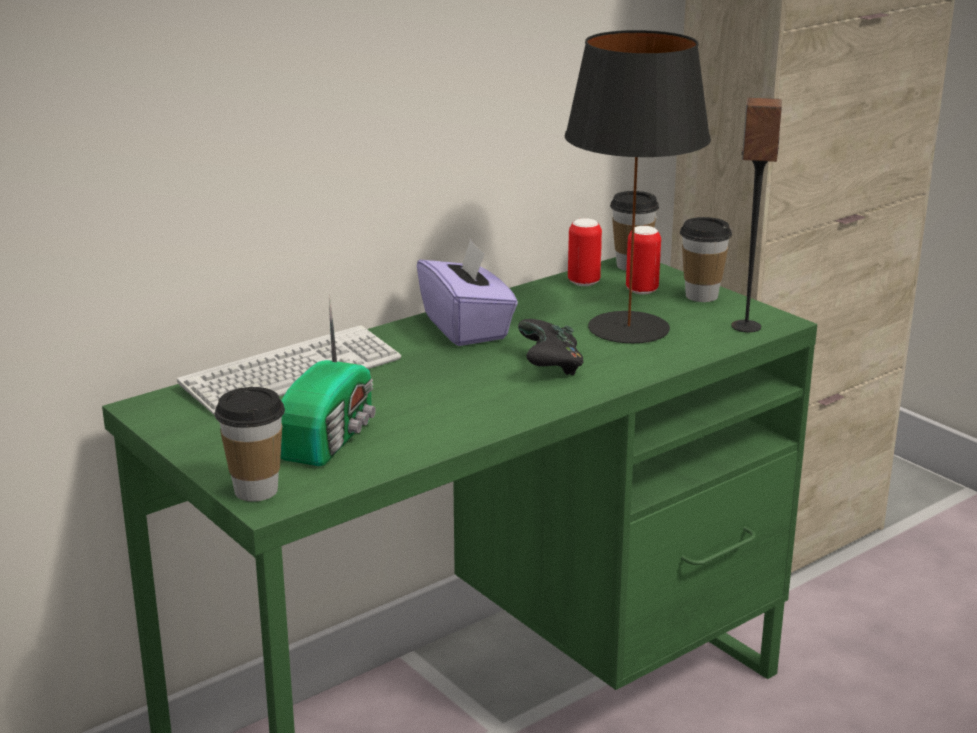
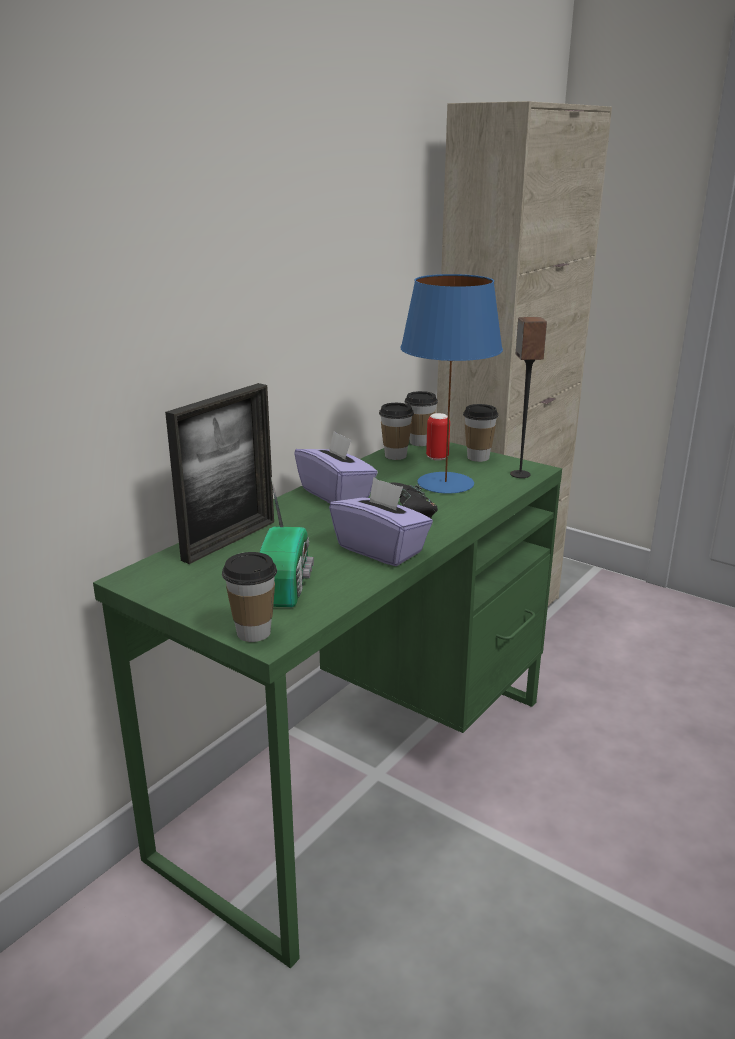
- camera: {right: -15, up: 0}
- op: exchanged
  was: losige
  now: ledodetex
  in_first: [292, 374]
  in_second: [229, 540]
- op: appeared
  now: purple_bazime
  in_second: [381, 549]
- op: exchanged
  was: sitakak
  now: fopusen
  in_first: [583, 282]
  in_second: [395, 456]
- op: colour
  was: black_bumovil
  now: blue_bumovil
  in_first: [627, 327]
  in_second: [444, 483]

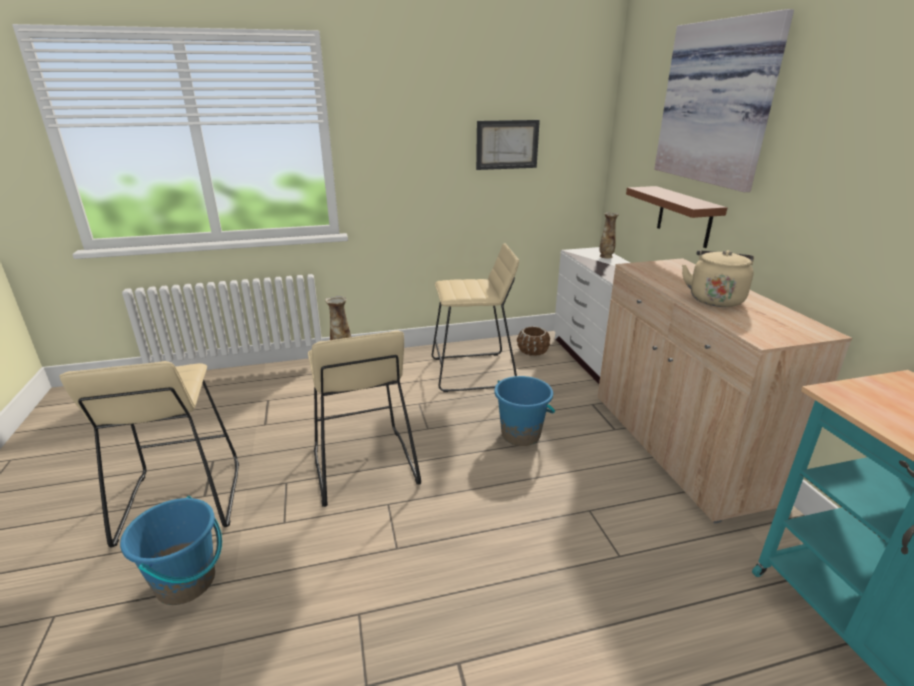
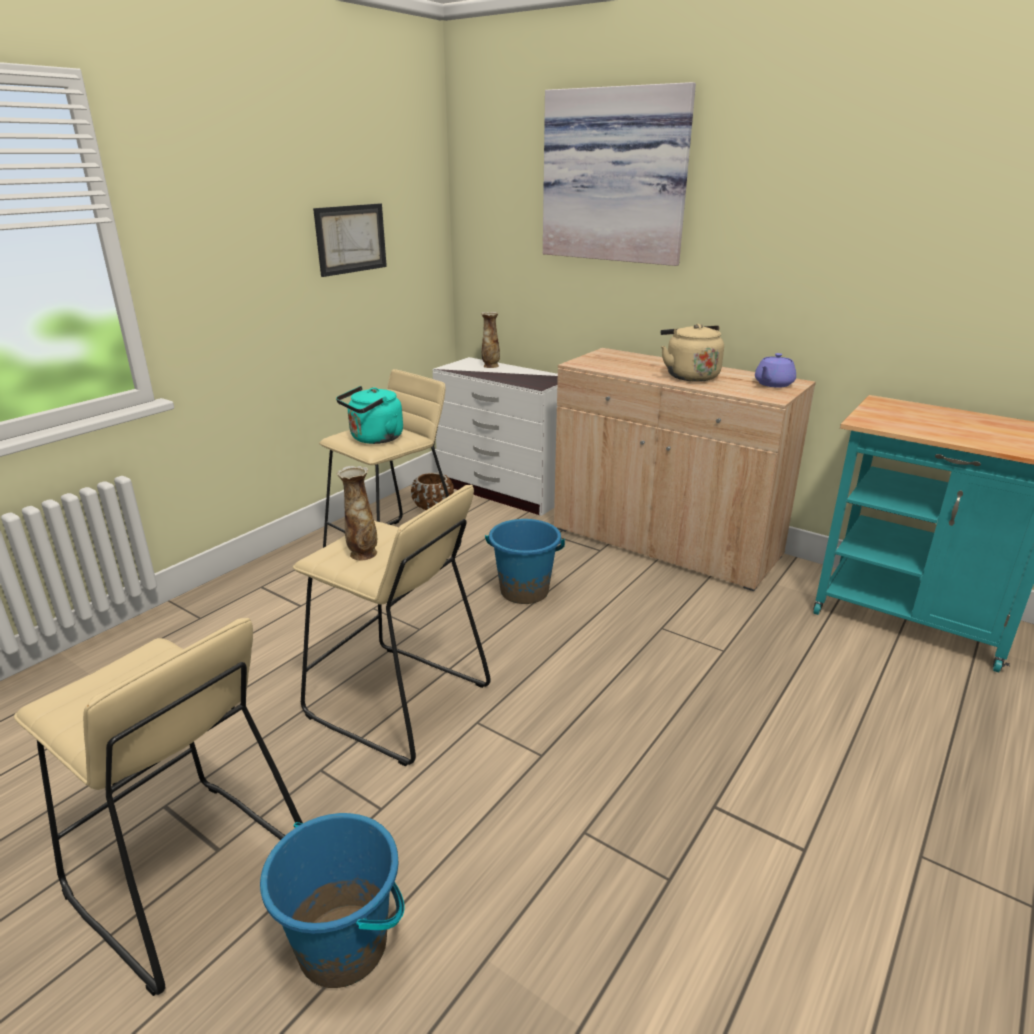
- camera: {right: -40, up: 0}
- op: appeared
  now: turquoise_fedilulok
  in_second: [374, 439]
- op: appeared
  now: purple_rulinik
  in_second: [773, 384]
- op: missing
  was: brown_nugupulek
  in_first: [684, 216]

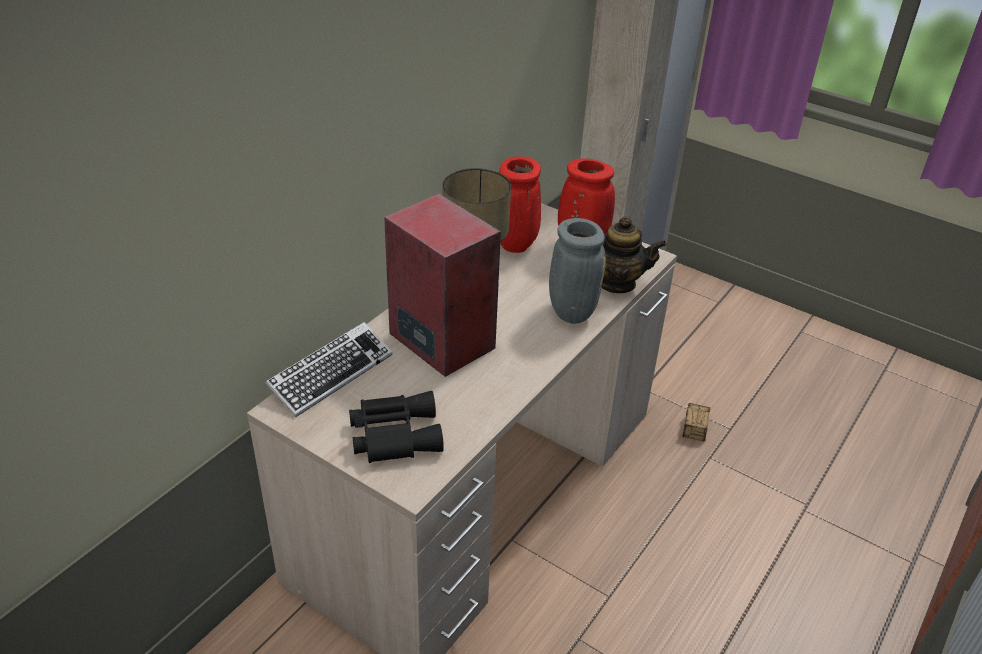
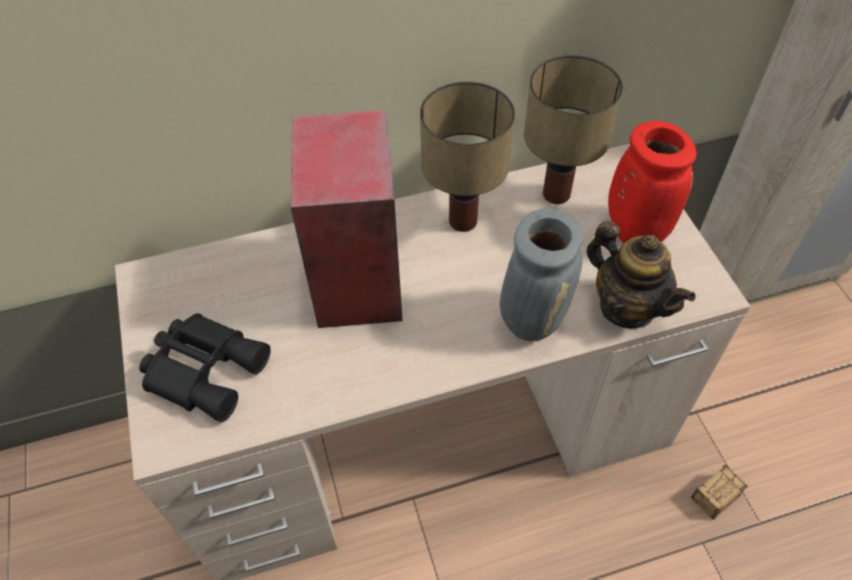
- camera: {right: 40, up: 15}
- op: exchanged
  was: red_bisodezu
  now: bumovil
  in_first: [516, 245]
  in_second: [556, 195]
- op: missing
  was: losige
  in_first: [331, 374]

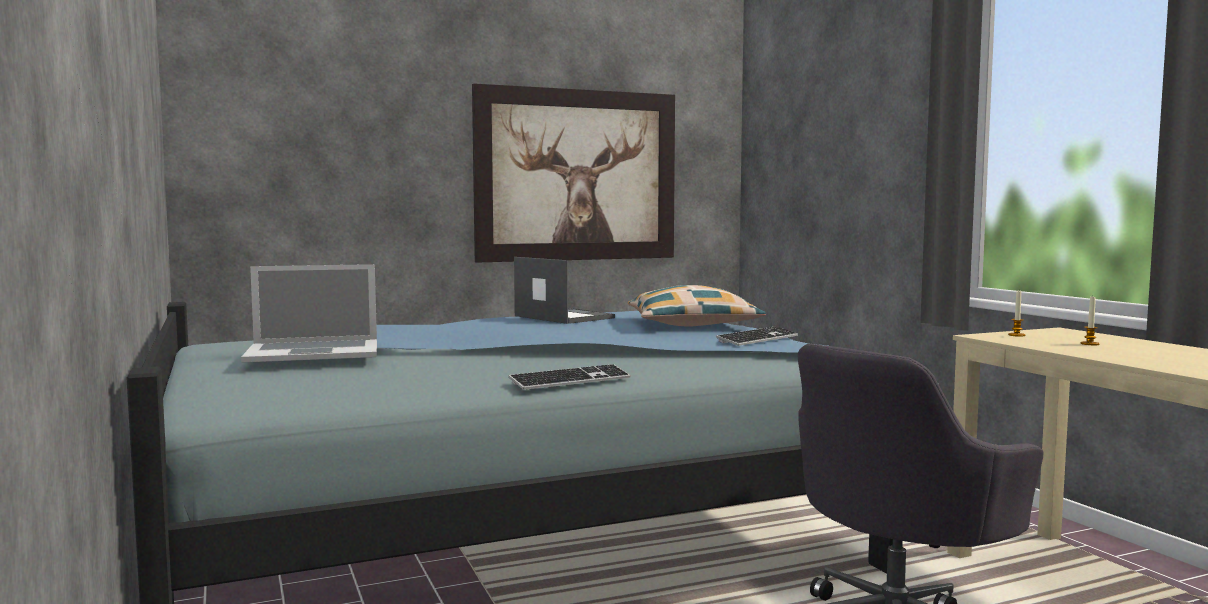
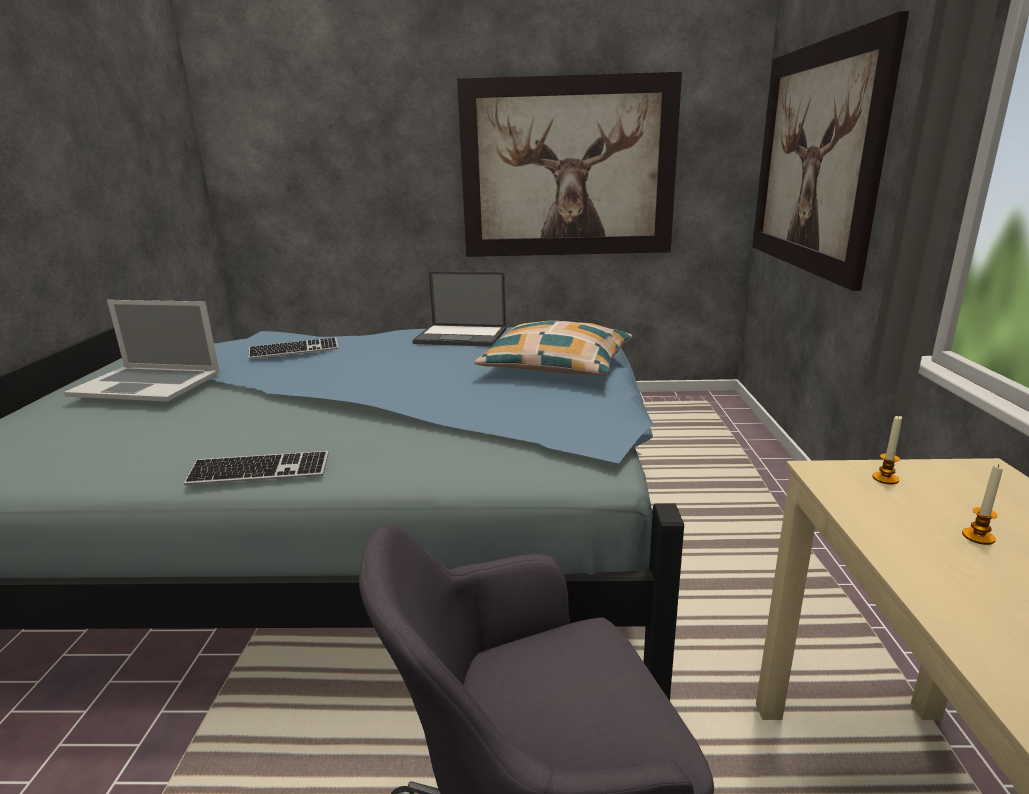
- camera: {right: 25, up: 15}
- op: relocated
  was: losige
  in_first: [757, 339]
  in_second: [294, 350]
- op: spun
  was: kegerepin
  in_first: [562, 317]
  in_second: [462, 336]
  clockwise: 120
- op: appeared
  now: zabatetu
  in_second: [814, 159]

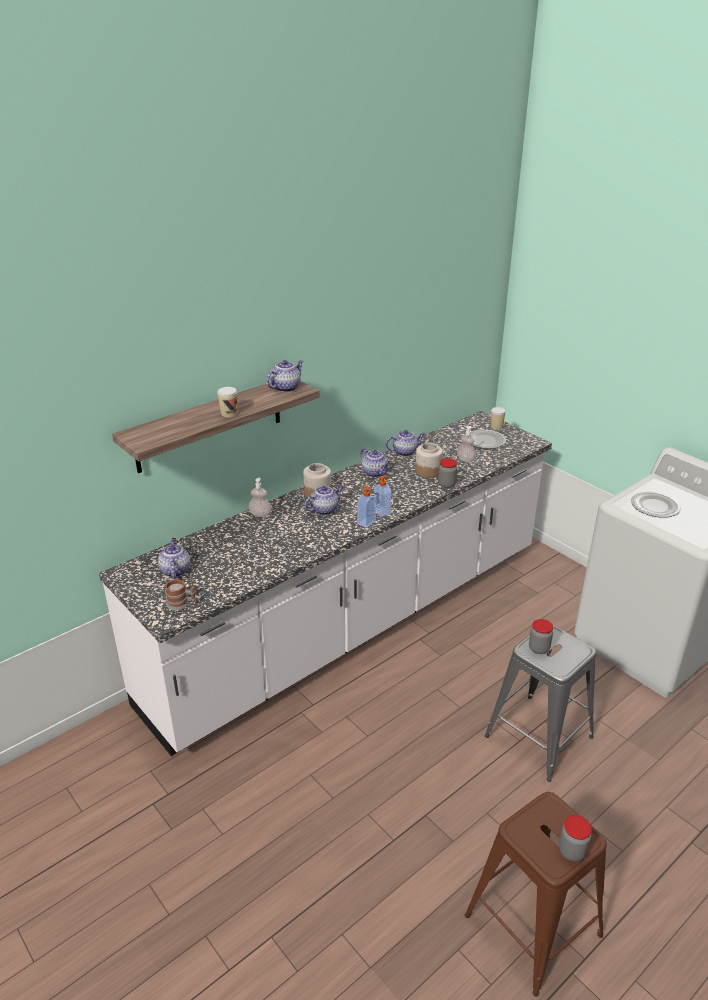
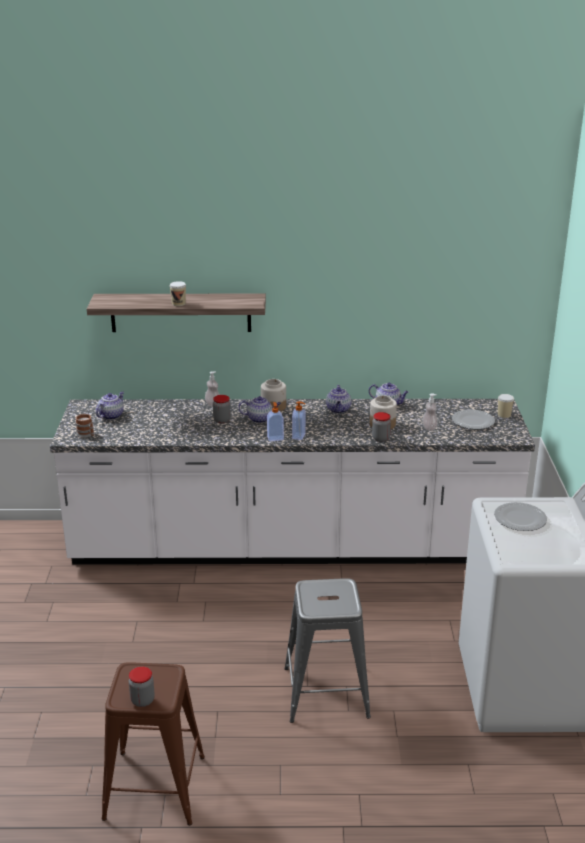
- camera: {right: 40, up: -5}
- op: relocated
  was: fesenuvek
  in_first: [539, 648]
  in_second: [222, 420]
- op: missing
  was: rulinik
  in_first: [286, 387]

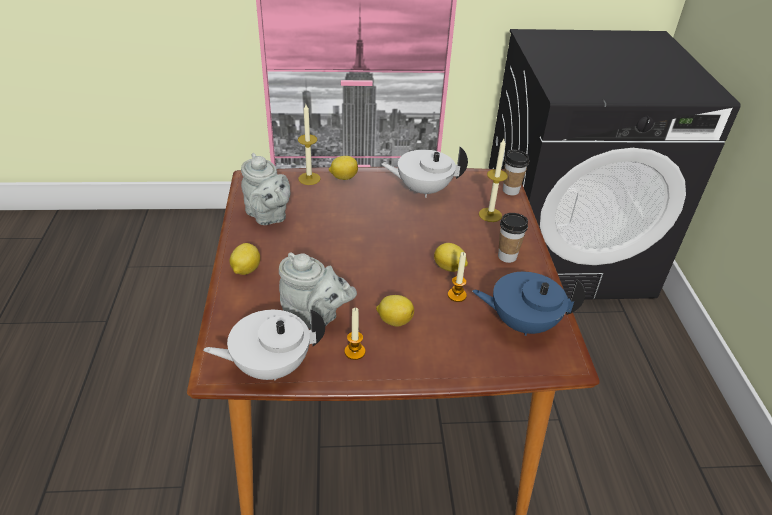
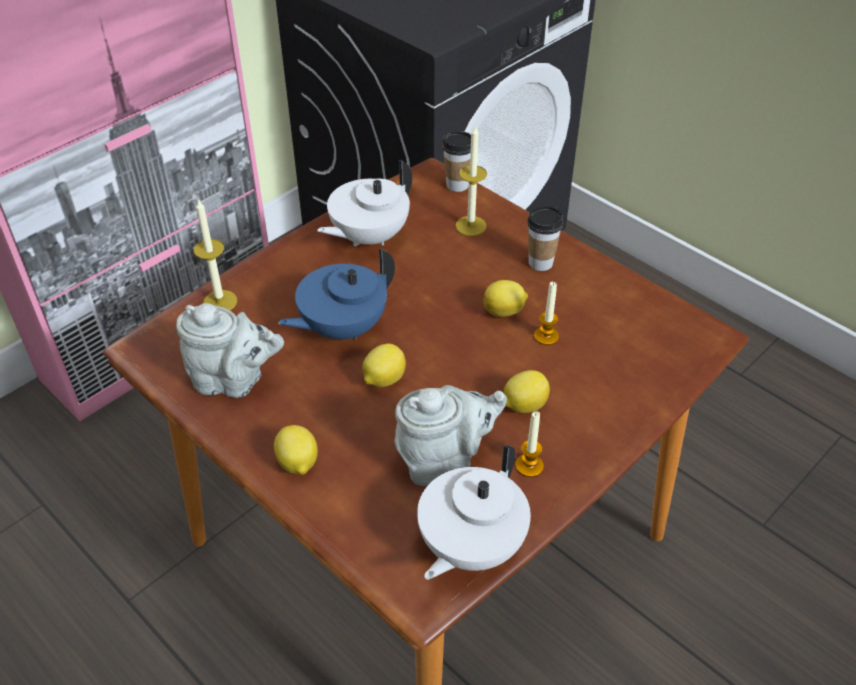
- camera: {right: -40, up: 5}
- op: relocated
  was: blue_rulinik
  in_first: [522, 322]
  in_second: [342, 328]
- op: relocated
  was: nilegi
  in_first: [343, 177]
  in_second: [383, 379]

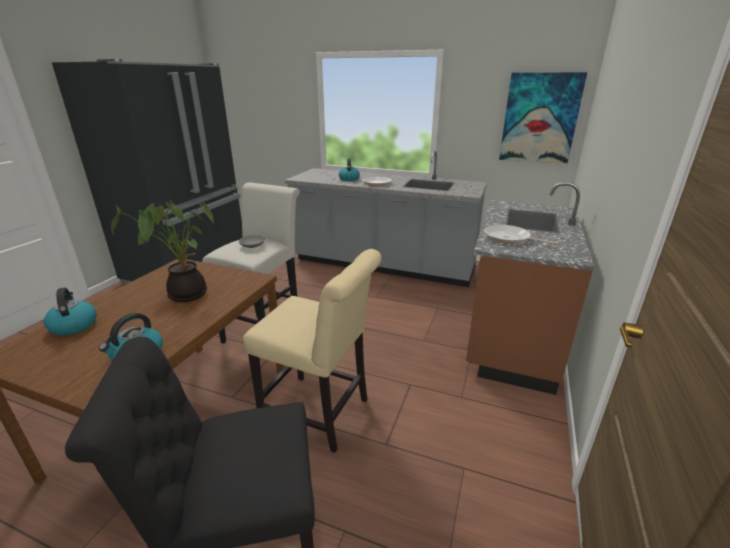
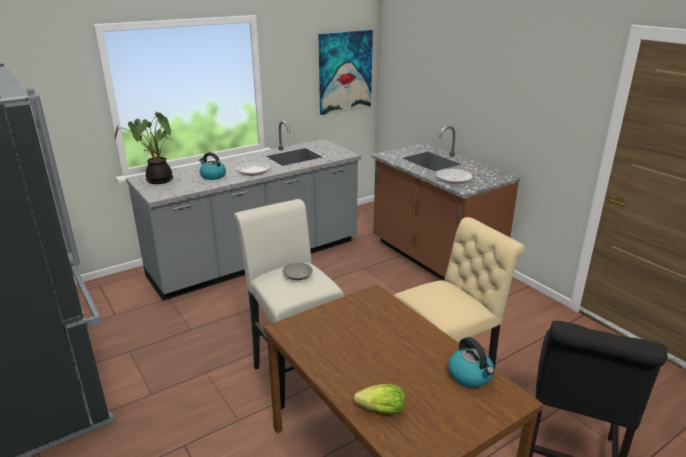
- camera: {right: -55, up: 0}
- op: relocated
  was: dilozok
  in_first: [185, 293]
  in_second: [157, 180]
- op: exchanged
  was: fedilulok
  now: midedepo
  in_first: [73, 325]
  in_second: [378, 410]

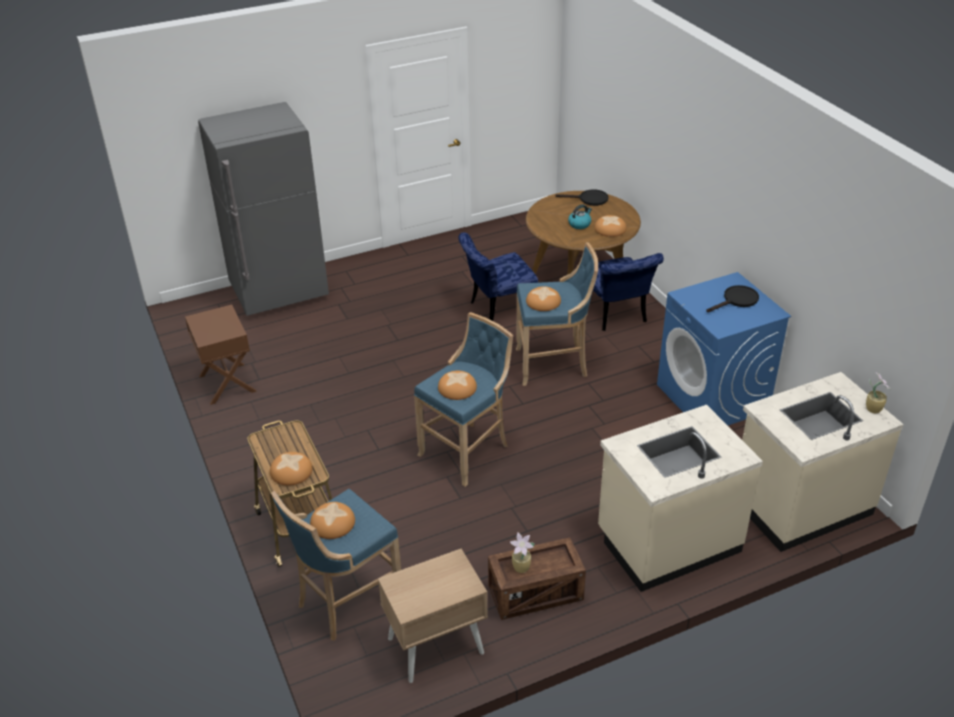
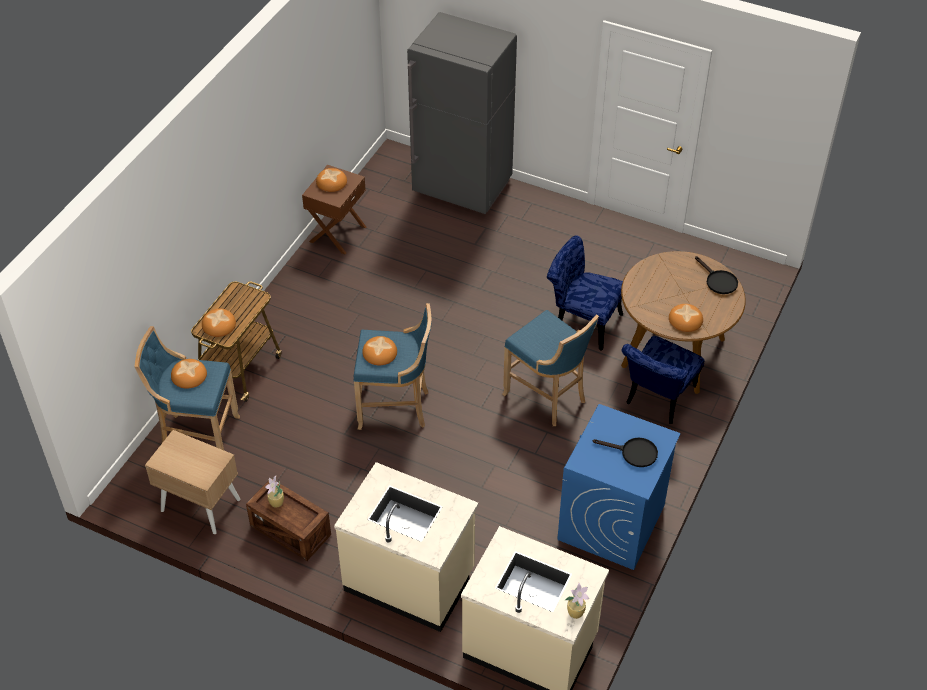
- camera: {right: 50, up: 10}
- op: relocated
  was: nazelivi
  in_first: [543, 301]
  in_second: [332, 182]
- op: missing
  was: fedilulok
  in_first: [579, 224]

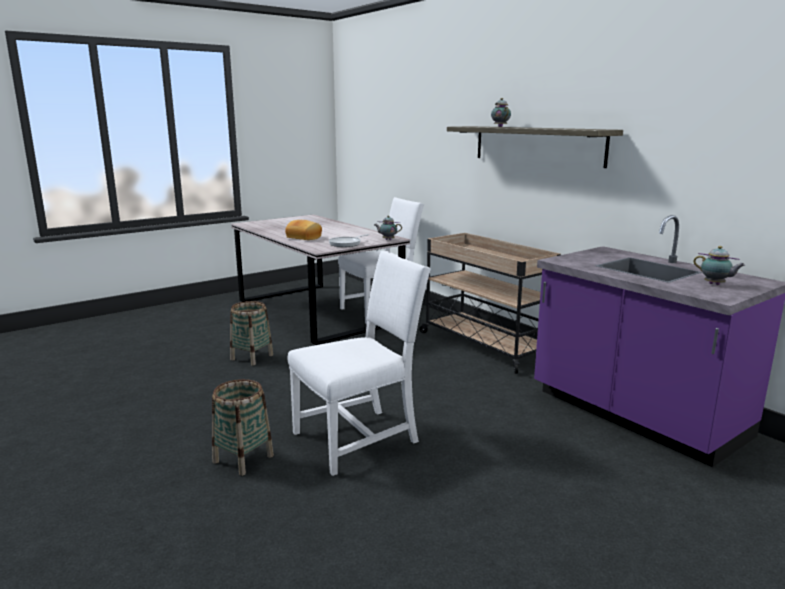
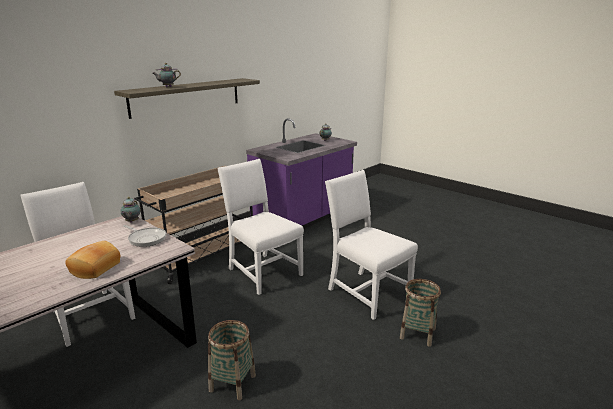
- camera: {right: -100, up: 5}
- op: appeared
  now: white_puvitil
  in_second: [262, 271]

